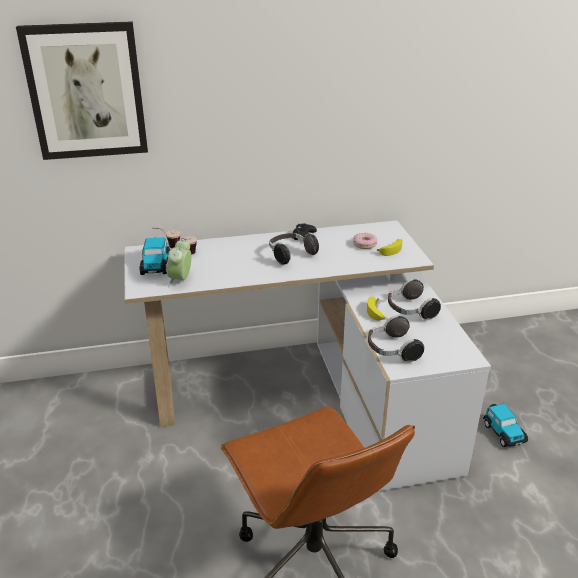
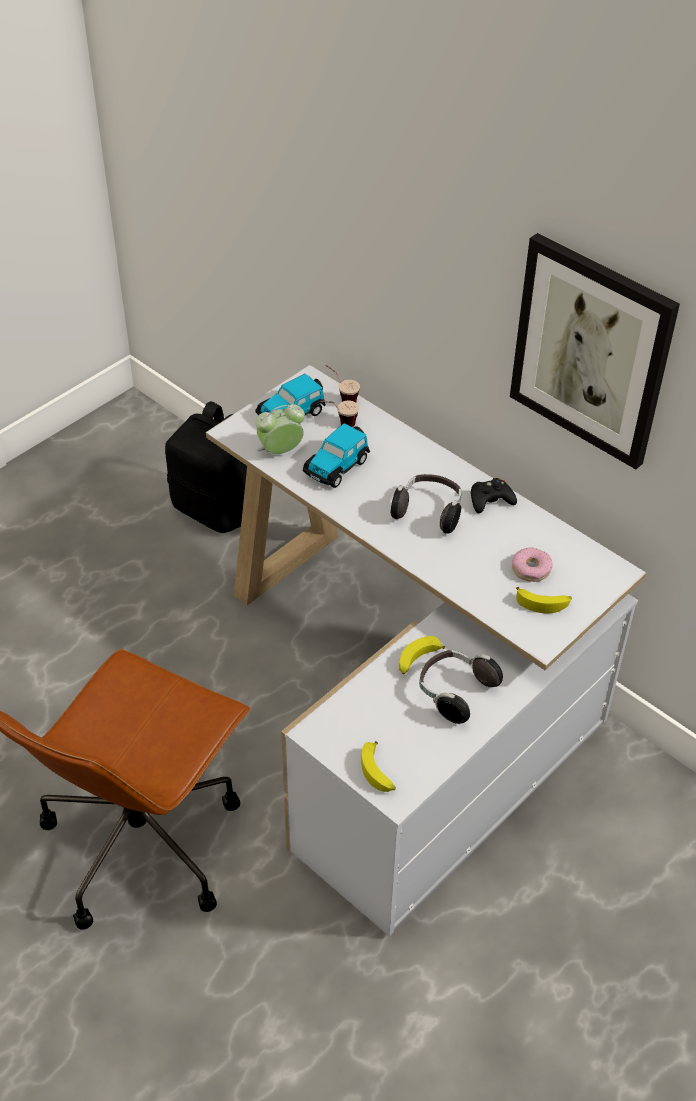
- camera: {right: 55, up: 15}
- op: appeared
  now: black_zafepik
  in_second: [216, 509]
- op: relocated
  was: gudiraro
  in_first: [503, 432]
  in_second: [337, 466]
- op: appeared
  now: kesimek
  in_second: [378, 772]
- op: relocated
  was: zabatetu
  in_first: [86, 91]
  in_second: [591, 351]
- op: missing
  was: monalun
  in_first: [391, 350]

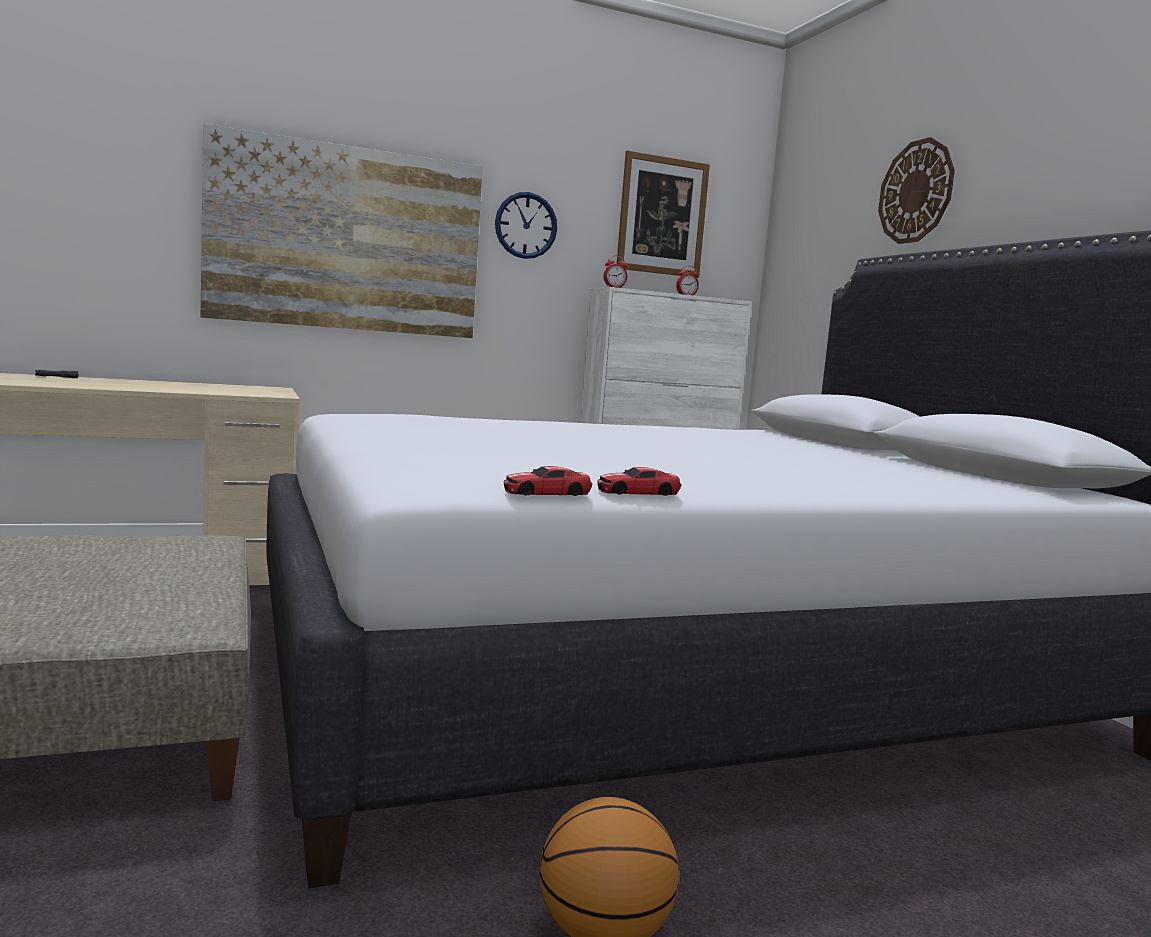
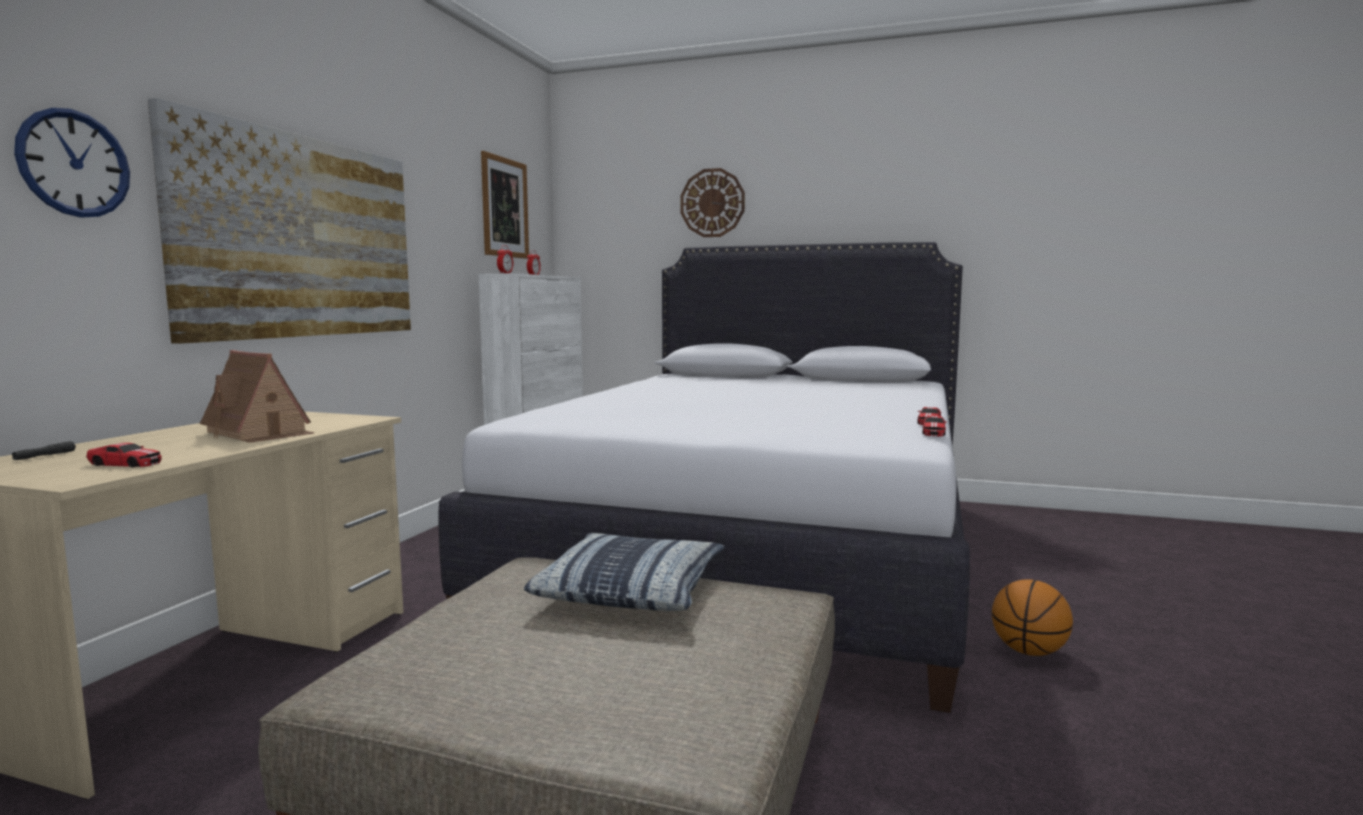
- camera: {right: -50, up: 0}
- op: relocated
  was: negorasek
  in_first: [526, 225]
  in_second: [74, 163]
- op: appeared
  now: gudiraro
  in_second: [125, 463]
- op: appeared
  now: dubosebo
  in_second: [259, 433]
- op: appeared
  now: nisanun
  in_second: [632, 589]

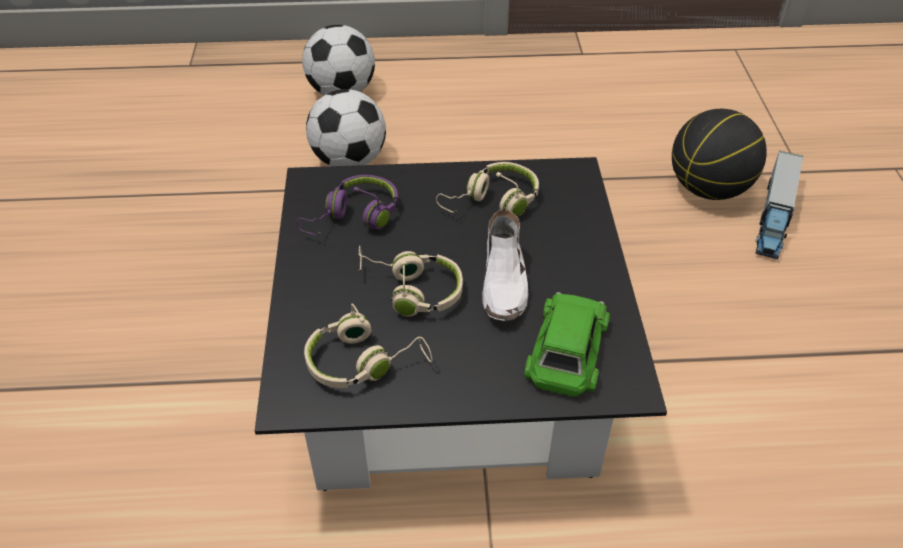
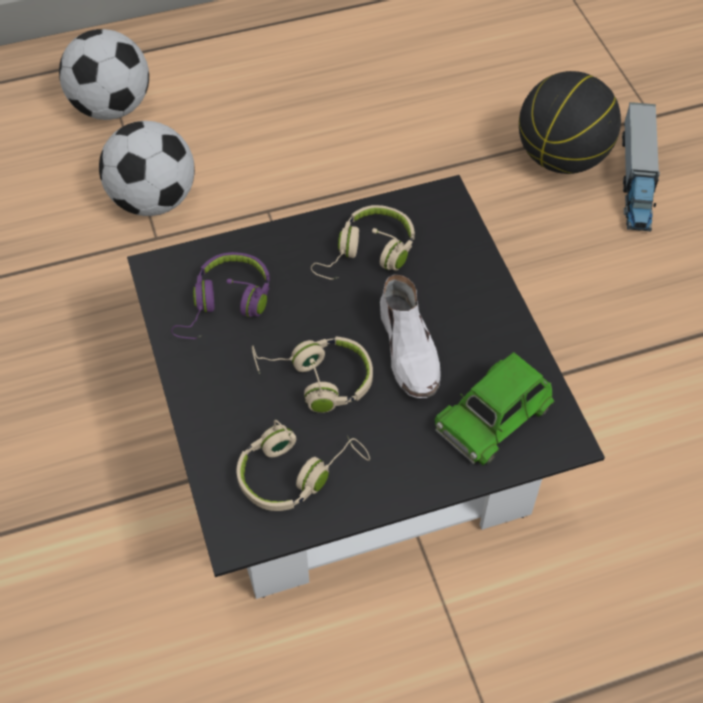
- camera: {right: -15, up: 10}
- op: spun
  was: green_gudiraro
  in_first: [567, 352]
  in_second: [494, 415]
  clockwise: -135

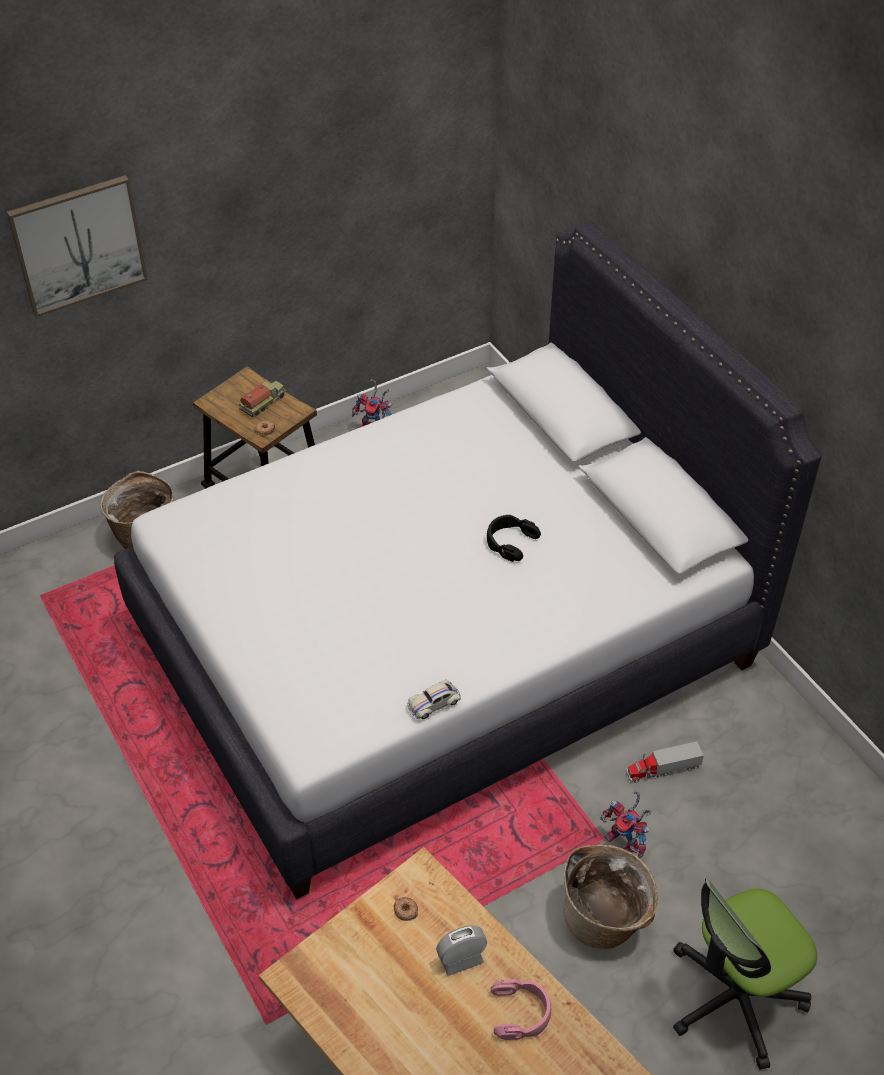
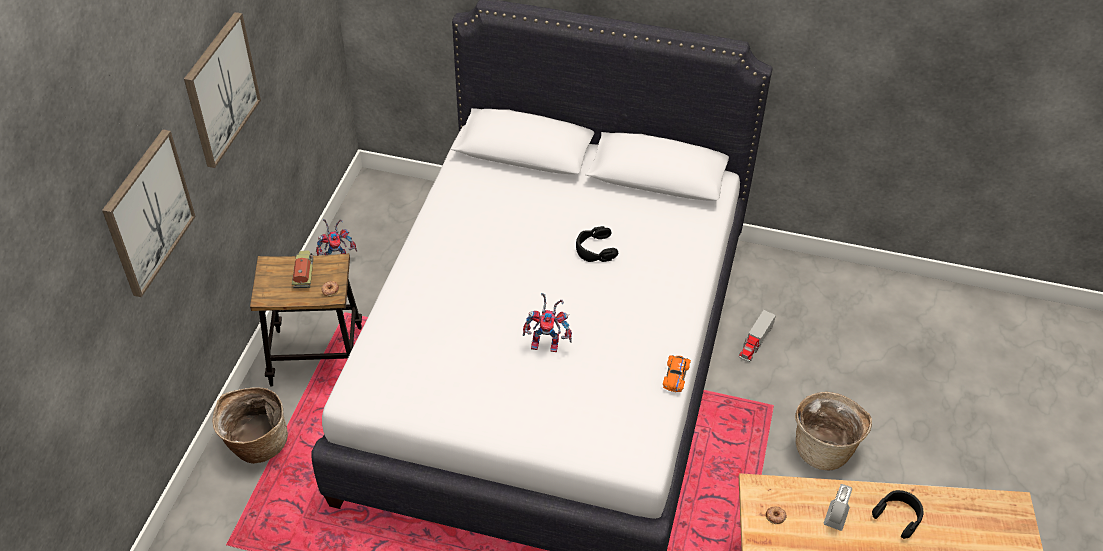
- camera: {right: -45, up: 0}
- op: appeared
  now: zabatetu
  in_second: [220, 89]
- op: relocated
  was: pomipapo
  in_first: [626, 843]
  in_second: [548, 343]
- op: colour
  was: white_gudiraro
  now: orange_gudiraro
  in_first: [434, 703]
  in_second: [675, 376]
- op: colour
  was: pink_monalun
  now: black_monalun
  in_first: [521, 1013]
  in_second: [898, 516]
- op: missing
  was: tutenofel
  in_first: [734, 998]

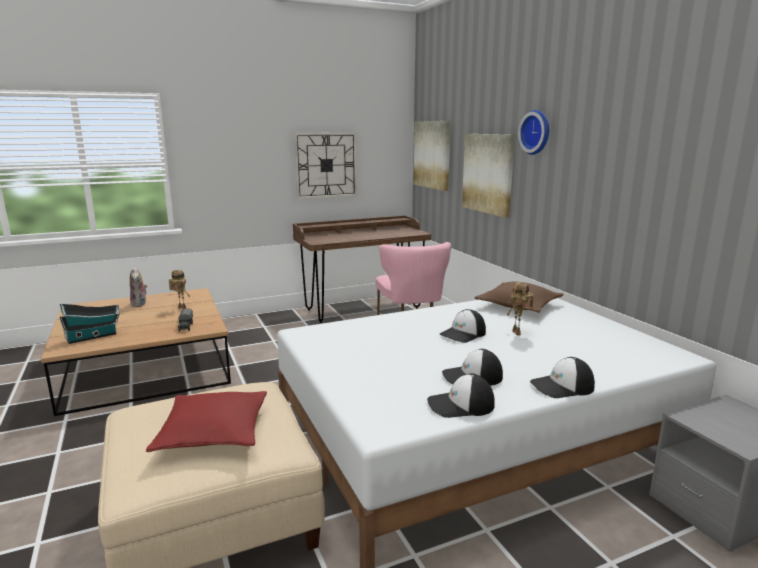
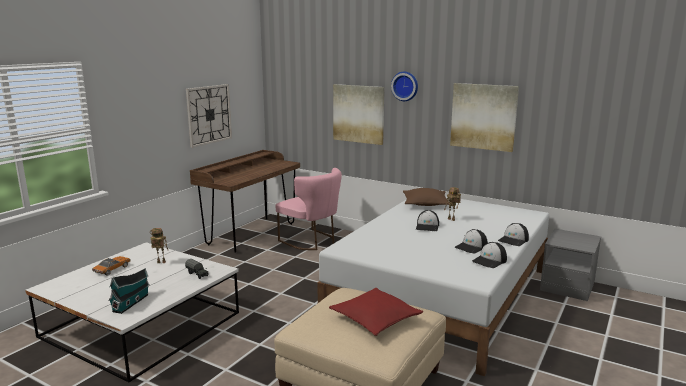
- camera: {right: -35, up: 0}
- op: colour
  was: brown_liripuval
  now: white_liripuval
  in_first: [145, 367]
  in_second: [141, 324]
- op: exchanged
  was: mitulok
  now: gudiraro
  in_first: [140, 304]
  in_second: [112, 269]
- op: relocated
  was: zabatetu
  in_first: [432, 154]
  in_second: [483, 116]

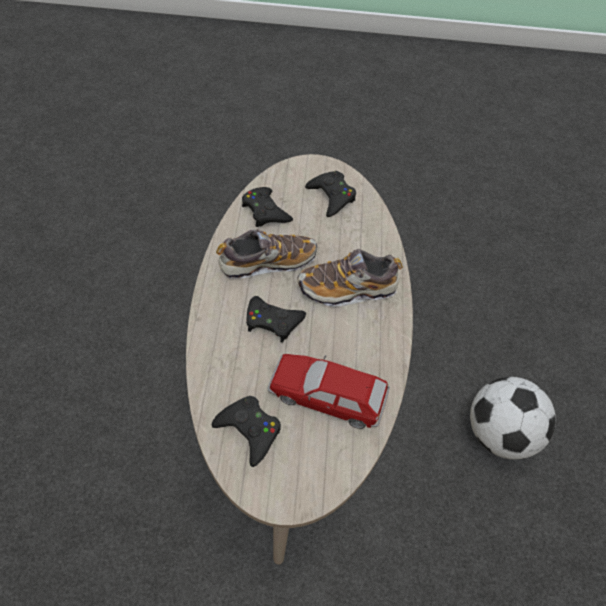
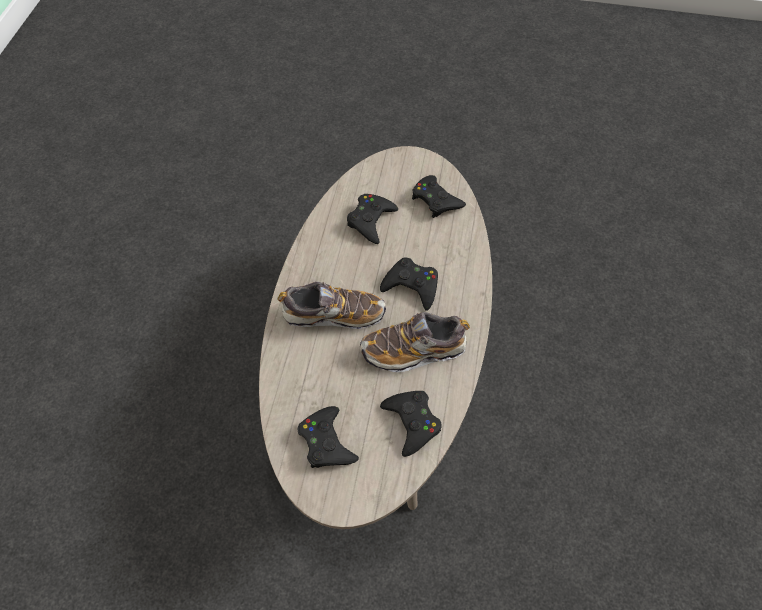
- camera: {right: -170, up: 5}
- op: exchanged
  was: gudiraro
  now: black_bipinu
  in_first: [327, 395]
  in_second: [371, 220]
- op: missing
  was: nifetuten
  in_first: [499, 434]

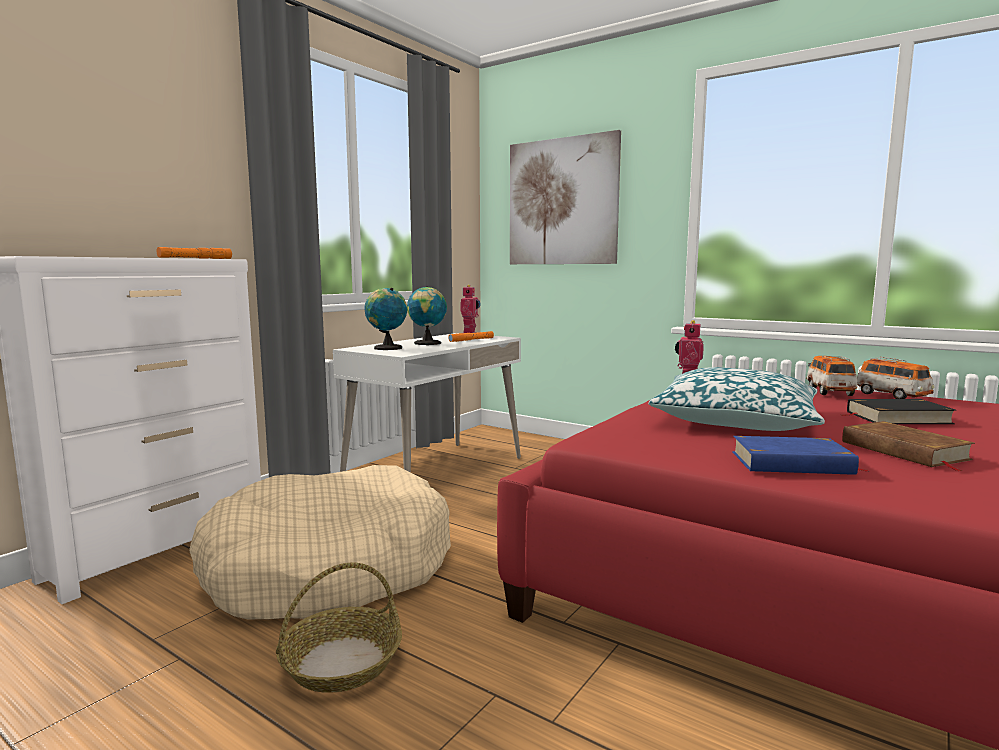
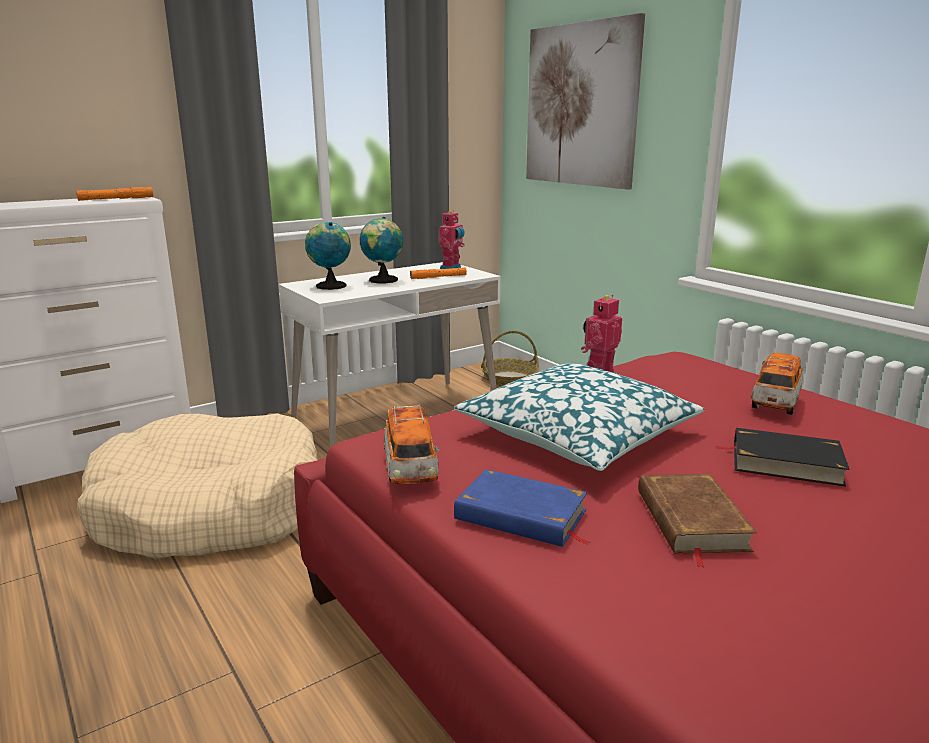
- camera: {right: 20, up: 10}
- op: relocated
  was: gudiraro
  in_first: [892, 396]
  in_second: [410, 469]
- op: relocated
  was: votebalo
  in_first: [341, 663]
  in_second: [509, 378]

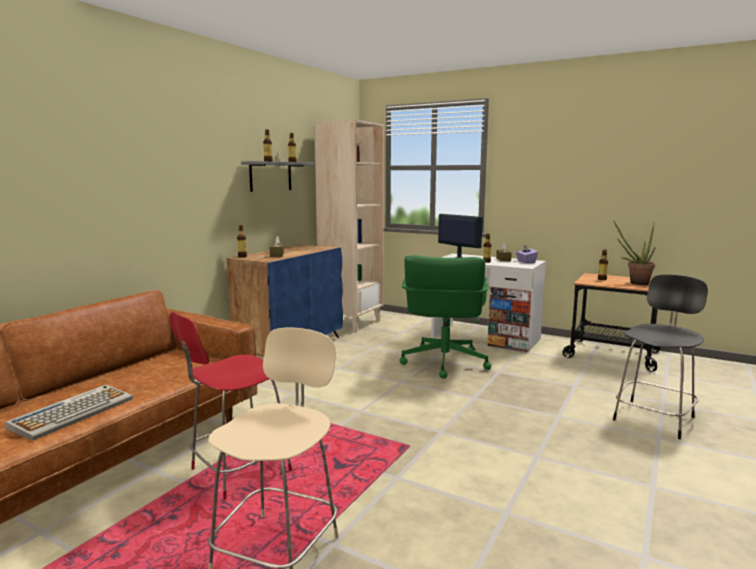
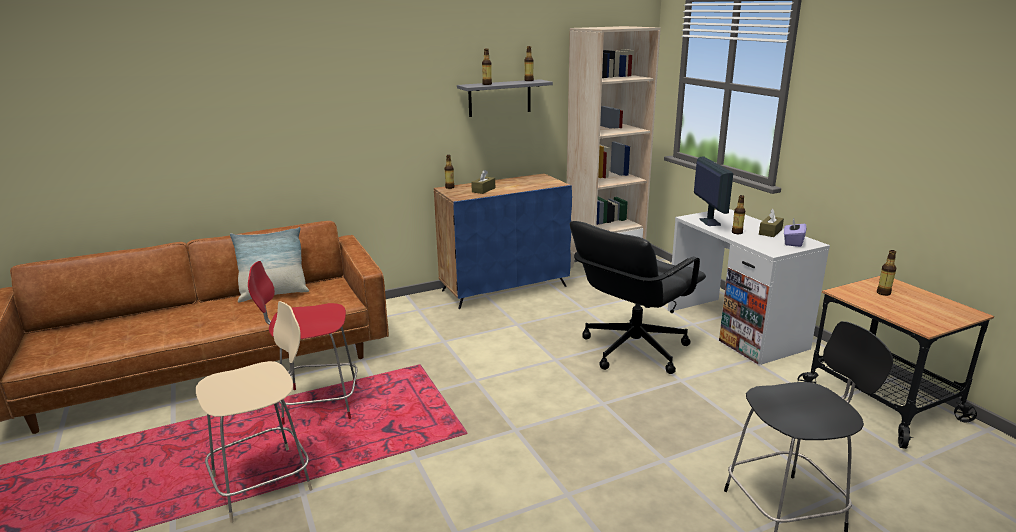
- camera: {right: 35, up: 10}
- op: appeared
  now: nisanun
  in_second: [274, 294]
- op: colour
  was: green_tutenofel
  now: black_tutenofel
  in_first: [443, 363]
  in_second: [633, 349]
- op: missing
  was: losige
  in_first: [73, 412]
- op: missing
  was: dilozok
  in_first: [635, 283]

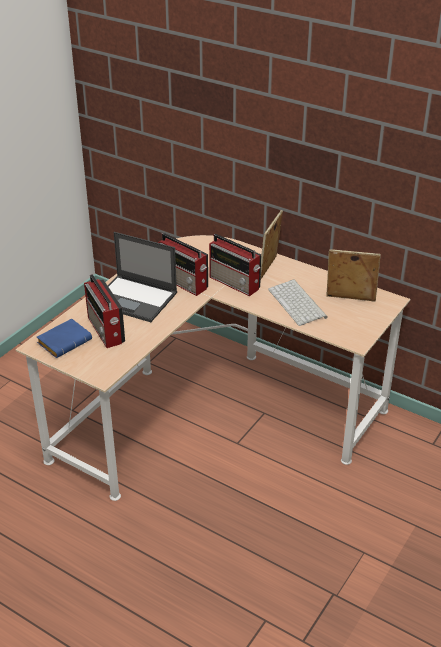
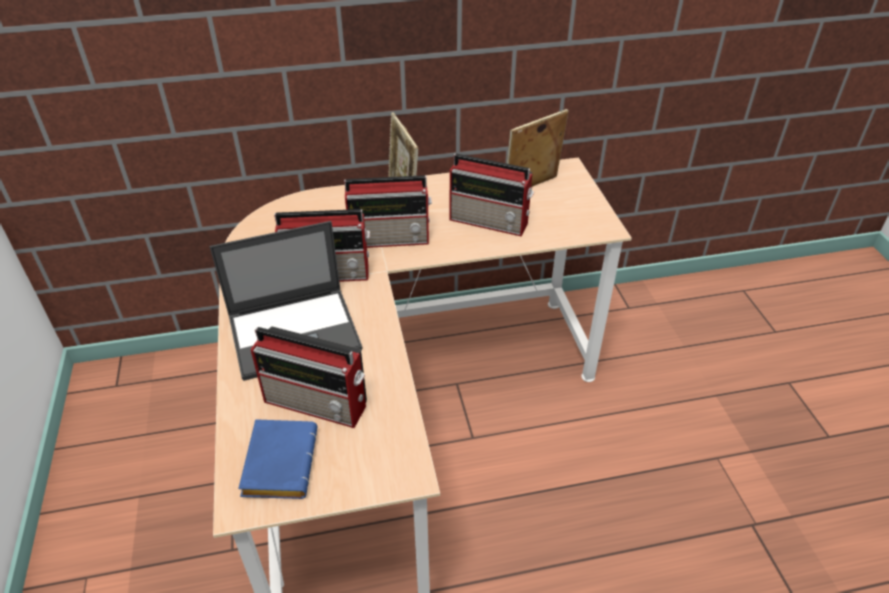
- camera: {right: -45, up: 5}
- op: exchanged
  was: losige
  now: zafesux
  in_first: [298, 303]
  in_second: [490, 221]

